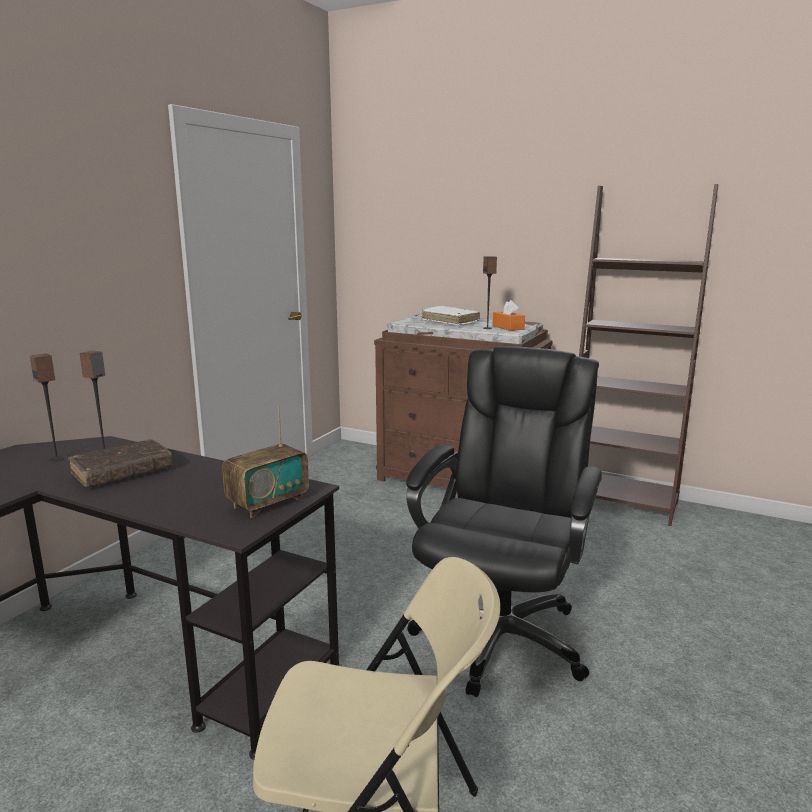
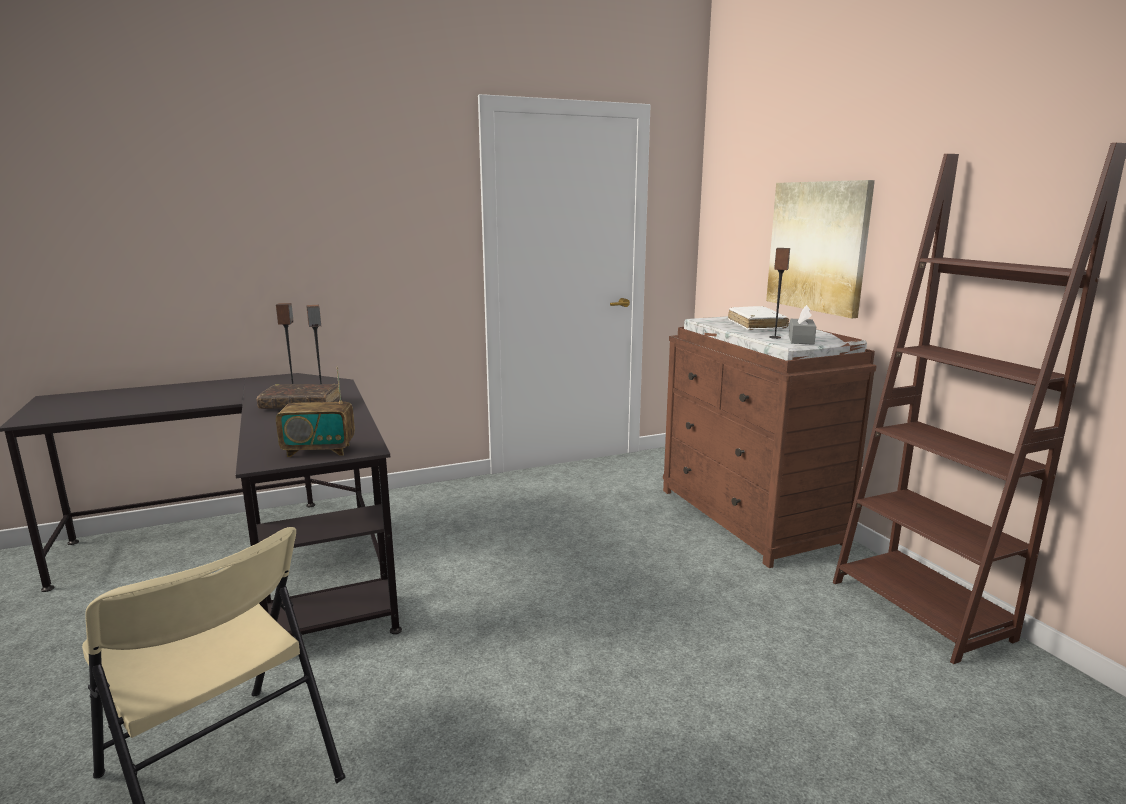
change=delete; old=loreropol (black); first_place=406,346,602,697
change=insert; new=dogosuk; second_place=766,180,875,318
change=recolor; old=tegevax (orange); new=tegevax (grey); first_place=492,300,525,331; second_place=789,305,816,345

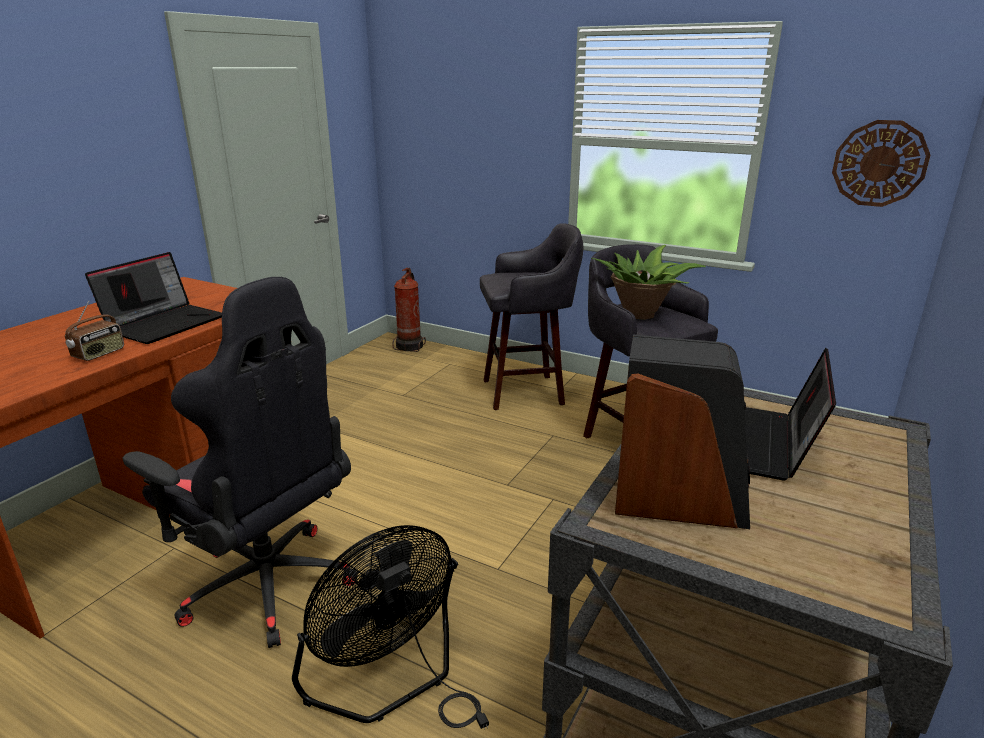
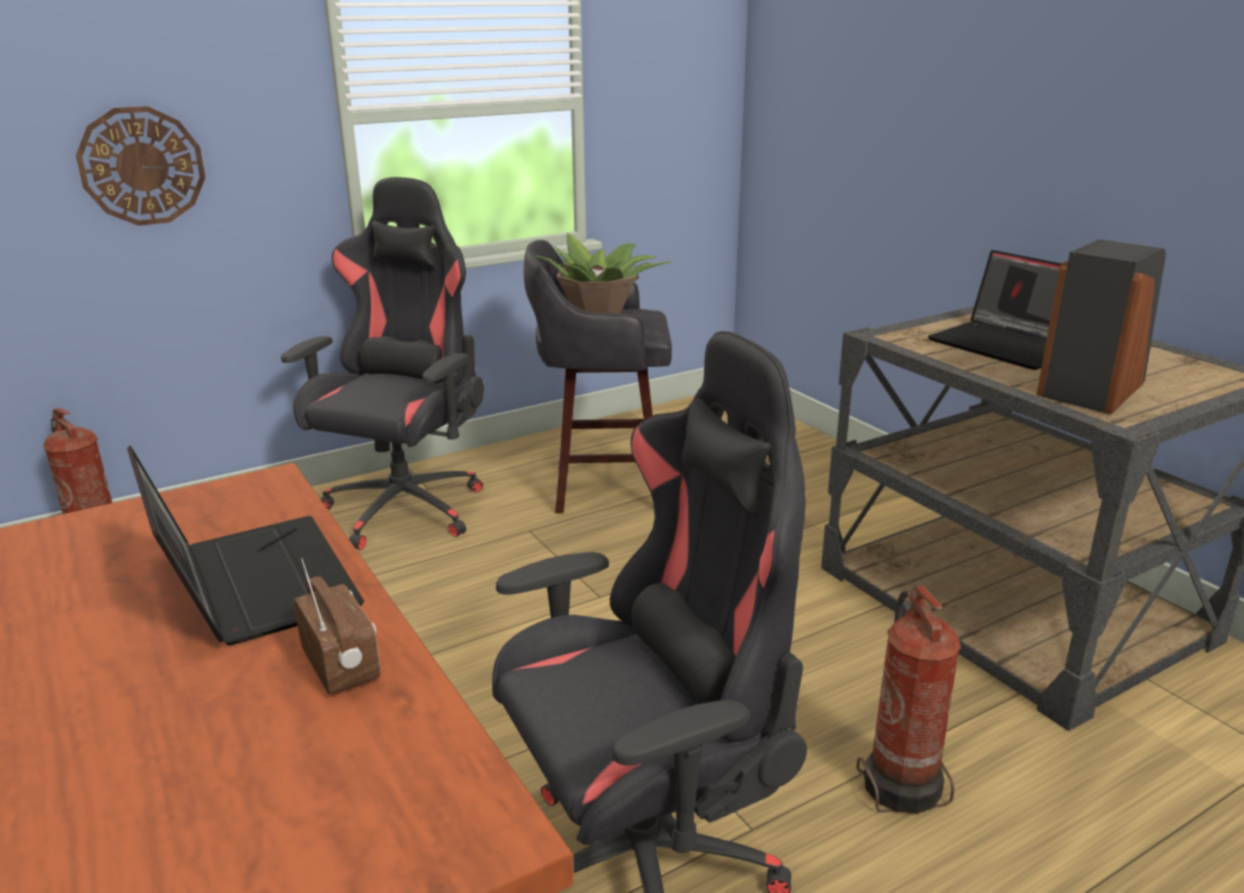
change=move; old=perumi; first_place=832,120,931,207; second_place=76,106,206,226
change=replace; old=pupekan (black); new=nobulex; first_place=292,525,489,729; second_place=856,586,961,814
change=replace; old=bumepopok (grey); new=loreropol (black); first_place=480,224,583,410; second_place=281,177,484,550

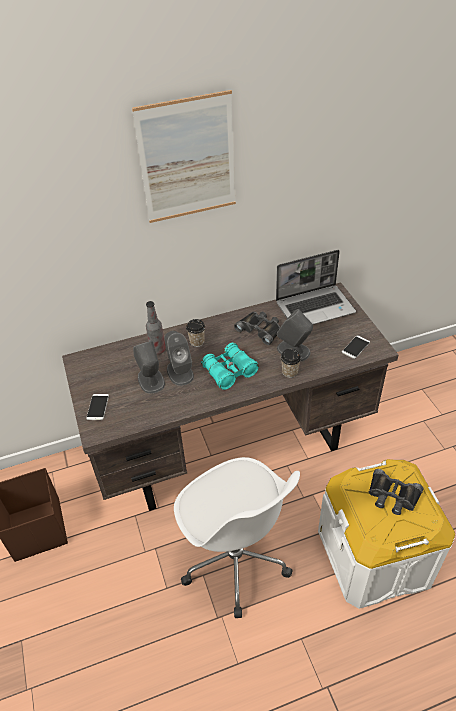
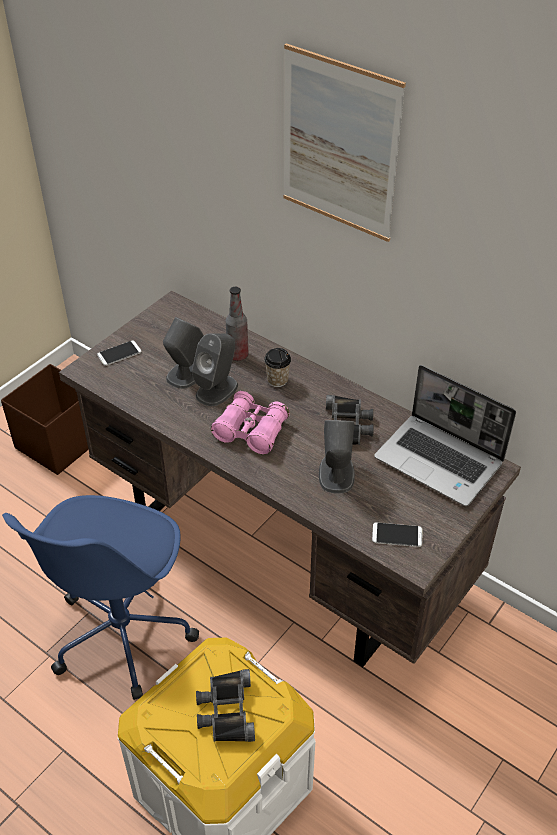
change=delete; old=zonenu; first_place=281,349,301,378
change=recolor; old=loreropol (white); new=loreropol (blue); first_place=174,457,300,618; second_place=2,495,199,700
change=recolor; old=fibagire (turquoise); new=fibagire (pink); first_place=201,342,259,390; second_place=211,391,290,454

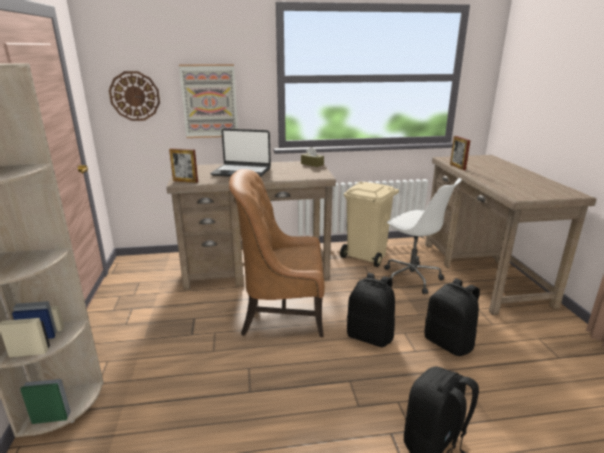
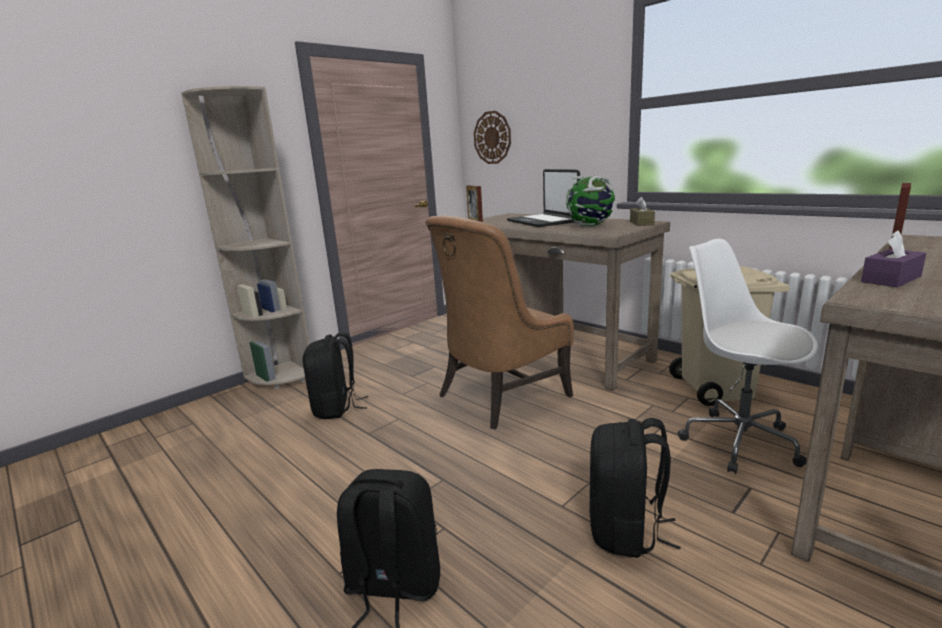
change=delete; old=dogosuk; first_place=179,64,238,138
change=insert; new=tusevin; second_place=566,175,615,226
change=insert; new=tegevax (purple); second_place=861,231,926,287
change=move; old=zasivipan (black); first_place=347,273,395,347; second_place=302,332,368,419
change=rotate; old=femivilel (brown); first_place=229,169,325,337; second_place=425,215,574,429; degrees=-90
change=rotate; old=loreropol (white); first_place=384,178,462,294; second_place=678,239,818,474; degrees=135

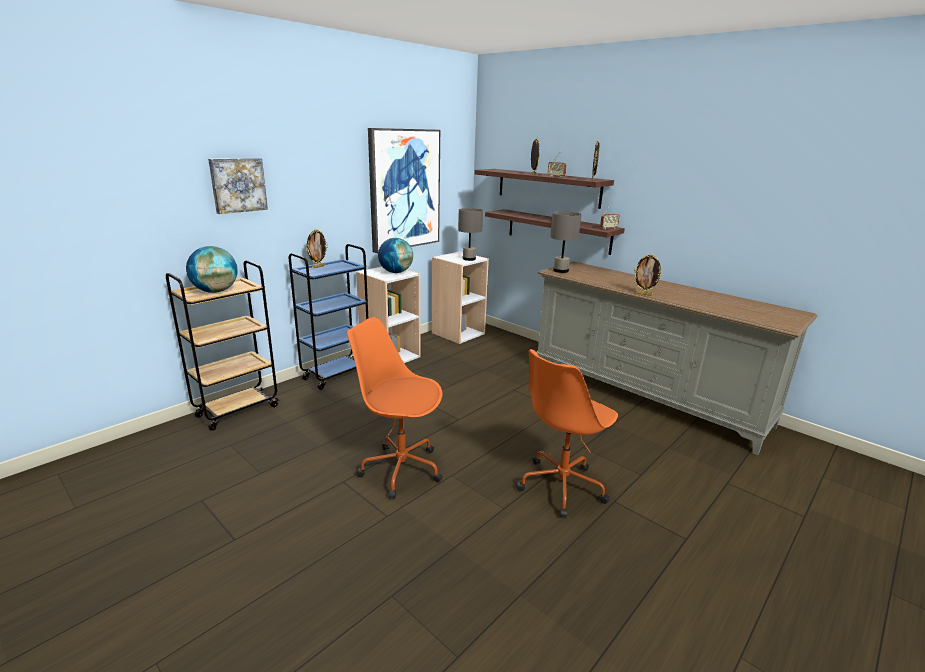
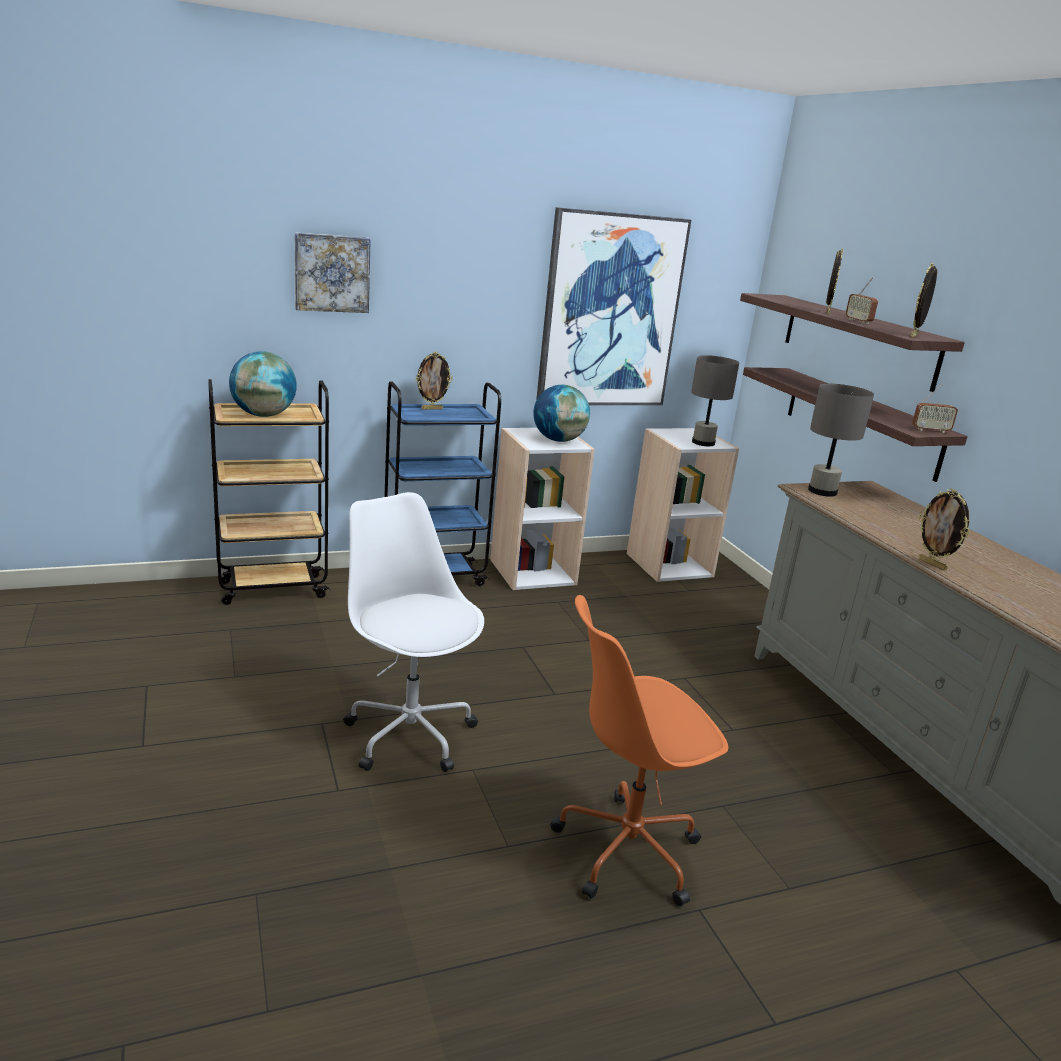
change=recolor; old=loreropol (orange); new=loreropol (white); first_place=347,317,443,499; second_place=343,492,484,772

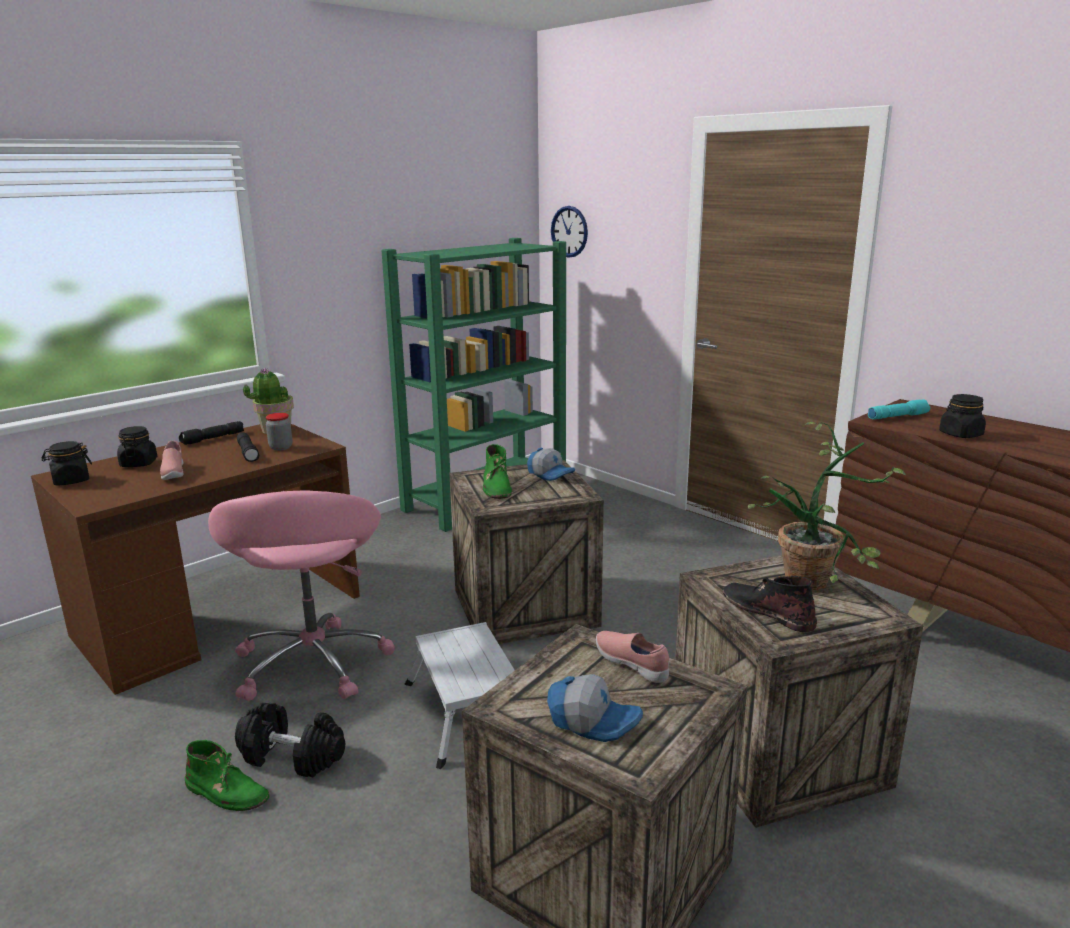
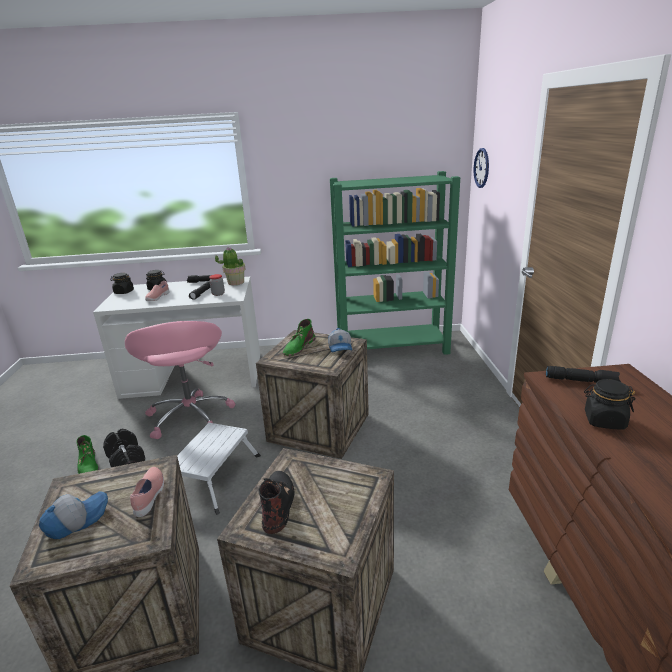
change=delete; old=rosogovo; first_place=748,422,906,590
change=recolor; old=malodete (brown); new=malodete (white); first_place=31,424,360,695; second_place=93,277,260,399
change=recolor; old=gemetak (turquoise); new=gemetak (black); first_place=868,399,930,419; second_place=546,366,621,383
change=rotate; old=loreropol (pink); first_place=208,490,395,701; second_place=125,321,236,439; degrees=-45
change=rotate; old=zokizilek; first_place=547,674,643,742; second_place=39,491,108,539; degrees=-105

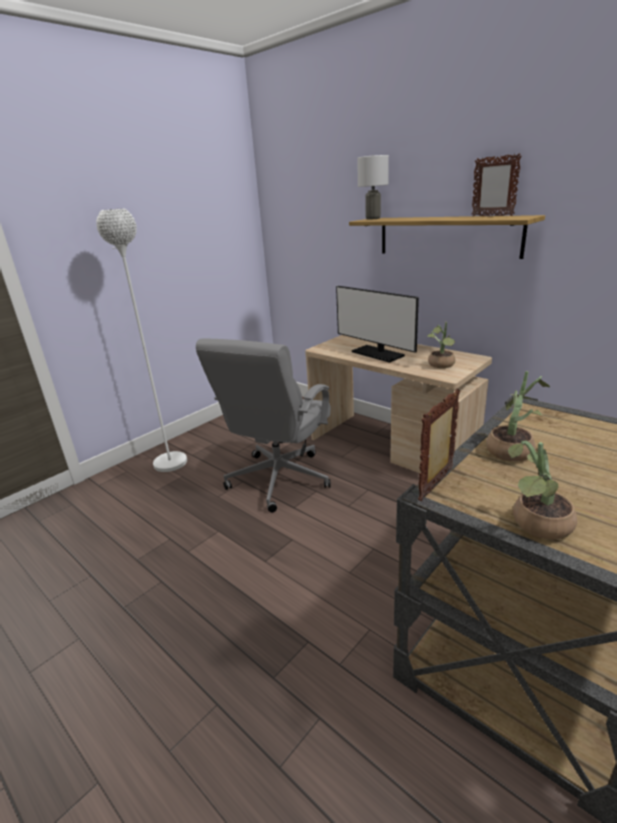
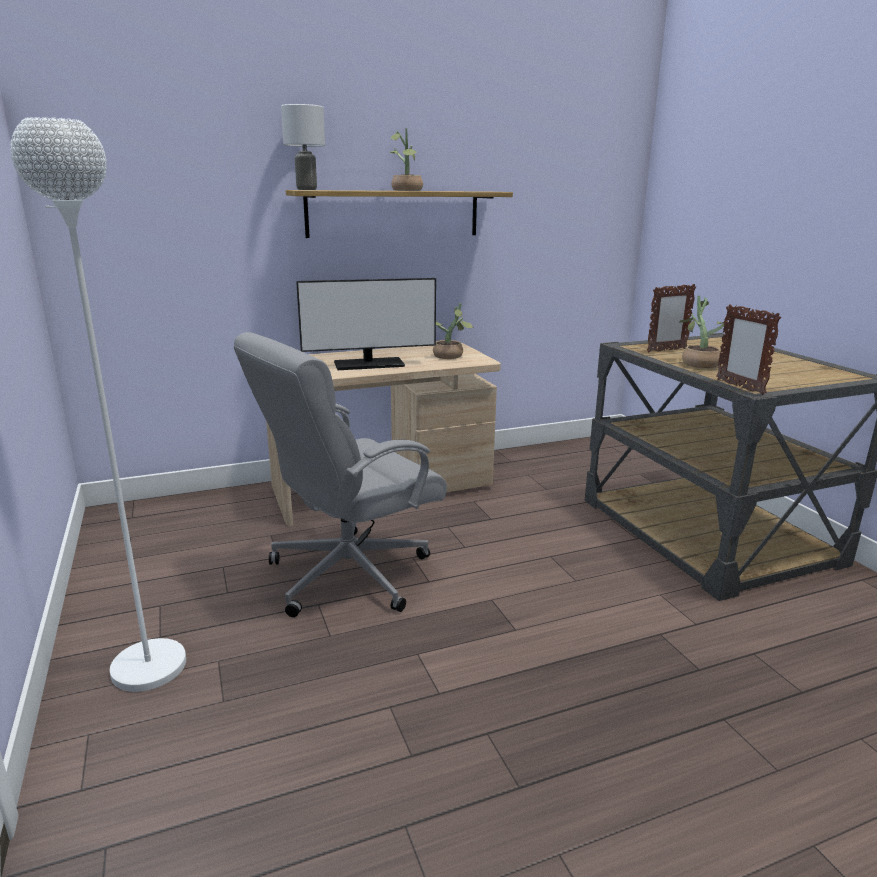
change=move; old=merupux; first_place=472,153,522,216; second_place=647,284,696,352
change=move; old=rosogovo; first_place=508,441,577,540; second_place=389,128,423,191
change=rotate; old=loreropol (grey); first_place=196,338,331,512; second_place=234,332,447,617; degrees=90

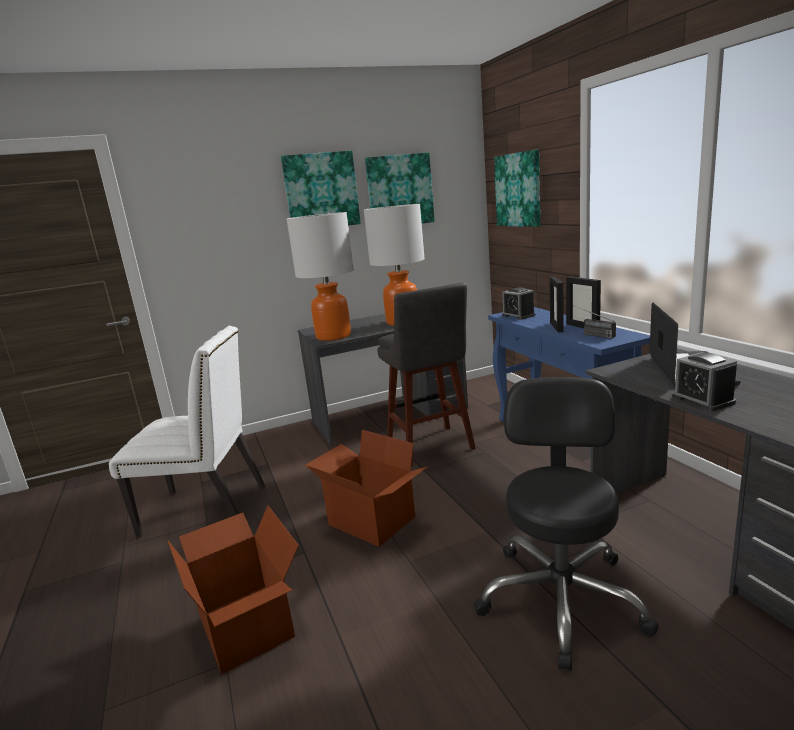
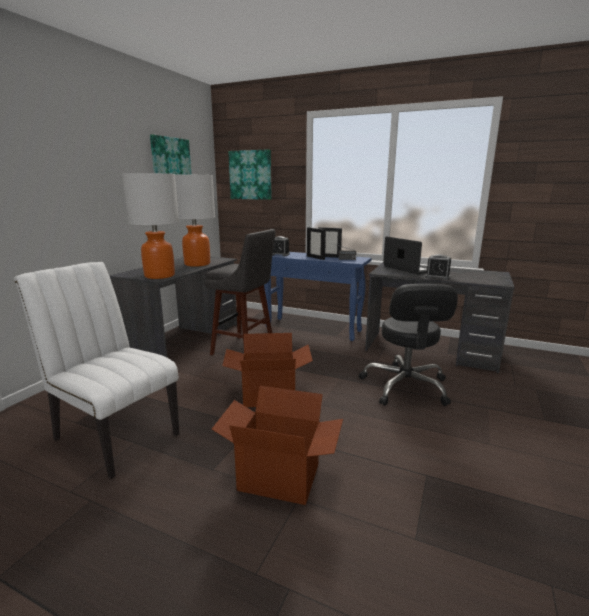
change=delete; old=dogosuk; first_place=281,150,361,226
change=rotate; old=femivilel (white); first_place=109,326,265,538; second_place=14,262,179,479; degrees=-105
change=rotate; old=loreropol (black); first_place=474,377,659,671; second_place=359,284,458,406; degrees=-150

